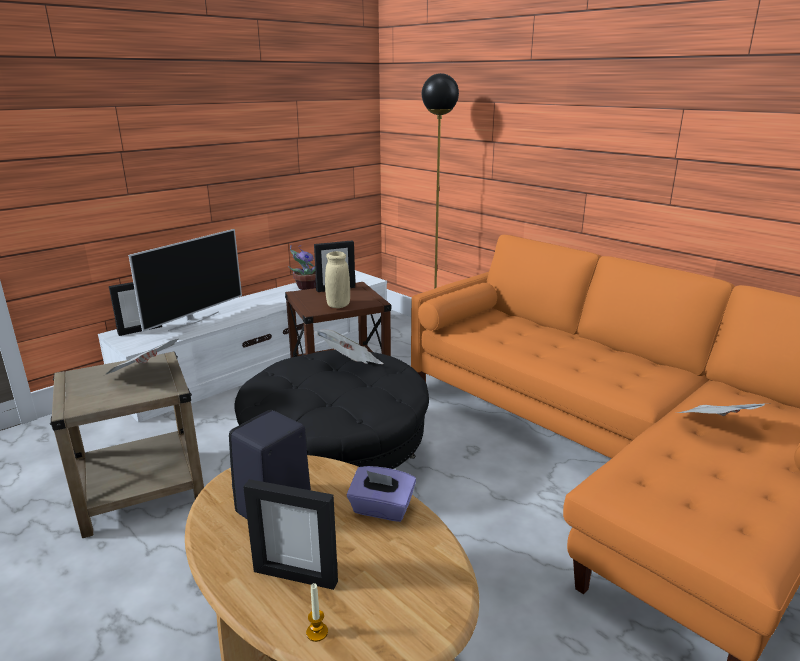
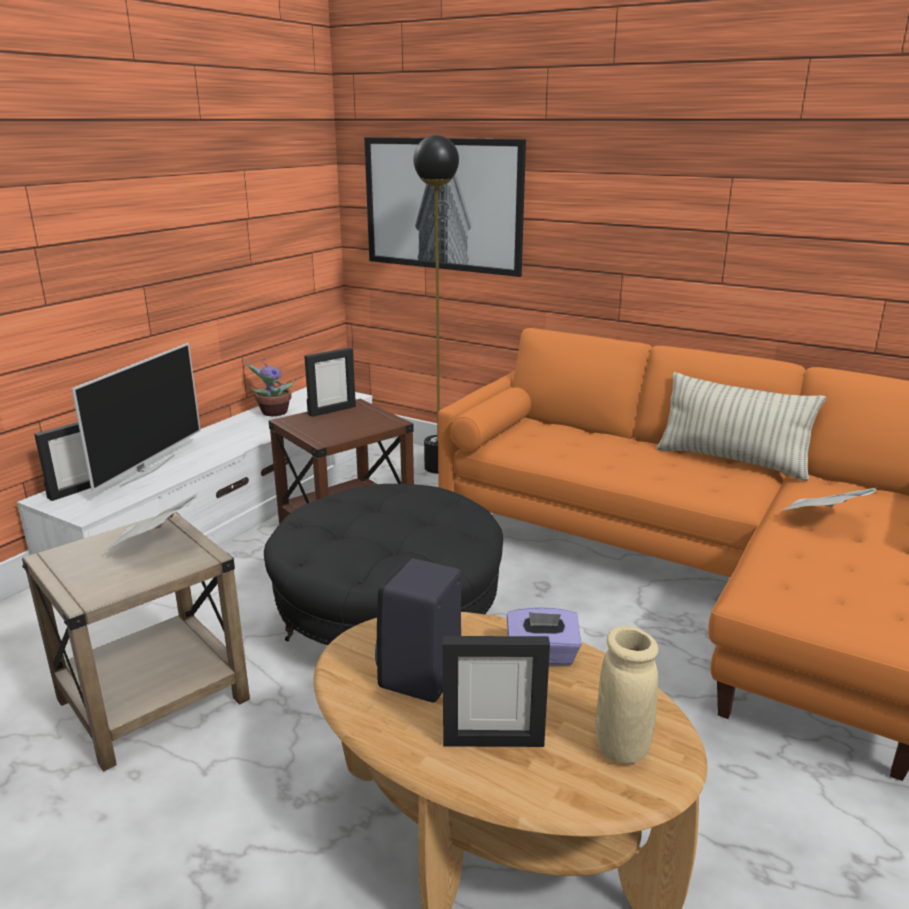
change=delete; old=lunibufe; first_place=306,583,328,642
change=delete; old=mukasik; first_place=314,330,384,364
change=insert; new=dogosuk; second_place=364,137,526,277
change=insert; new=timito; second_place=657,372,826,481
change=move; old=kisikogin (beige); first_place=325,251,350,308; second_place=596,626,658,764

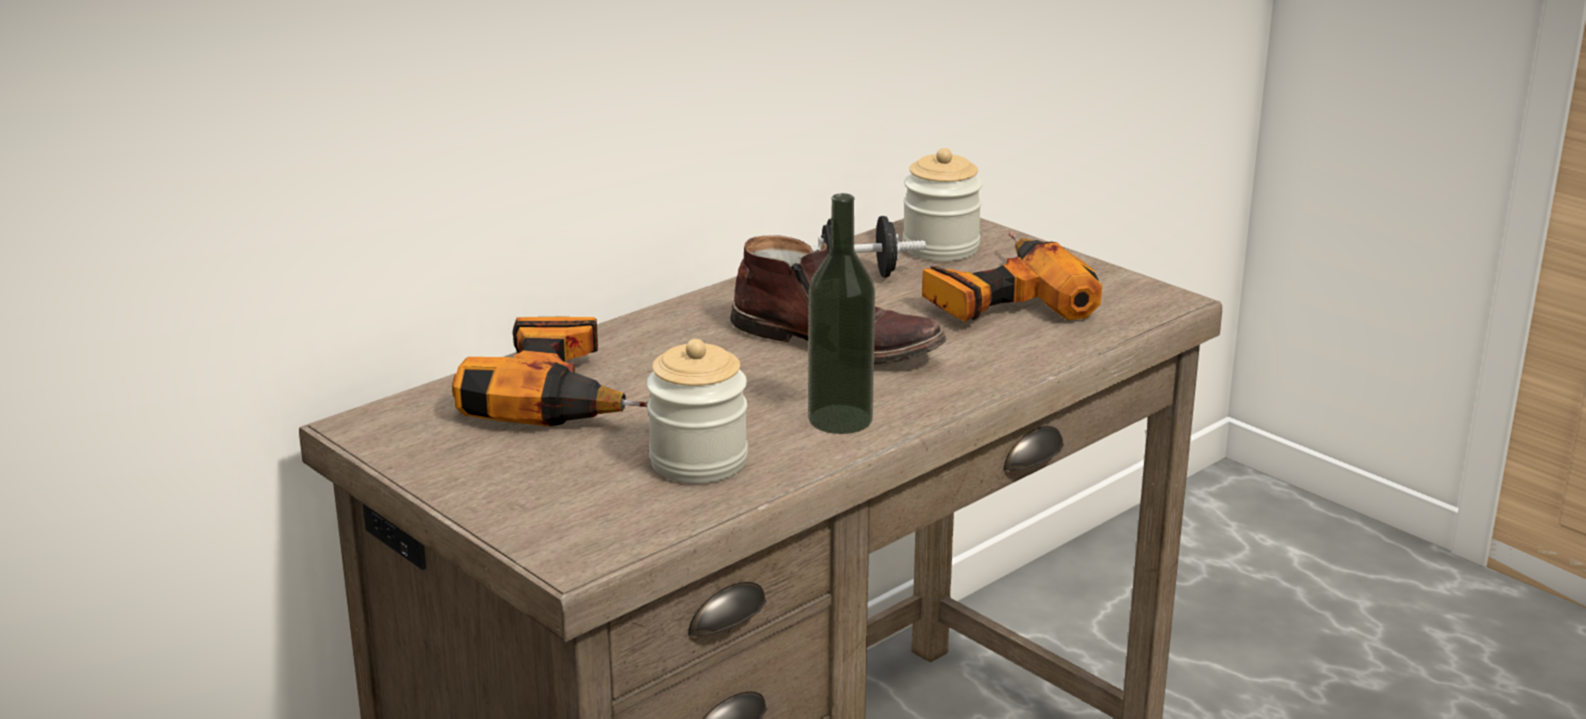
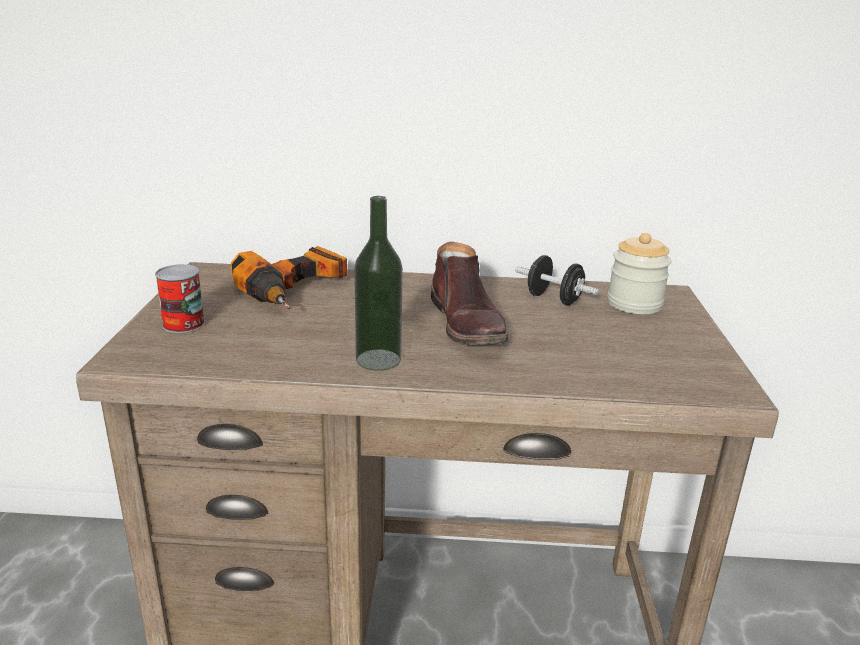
change=delete; old=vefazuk; first_place=646,339,748,483
change=delete; old=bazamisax; first_place=922,232,1102,322
change=insert; new=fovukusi; second_place=155,264,205,333

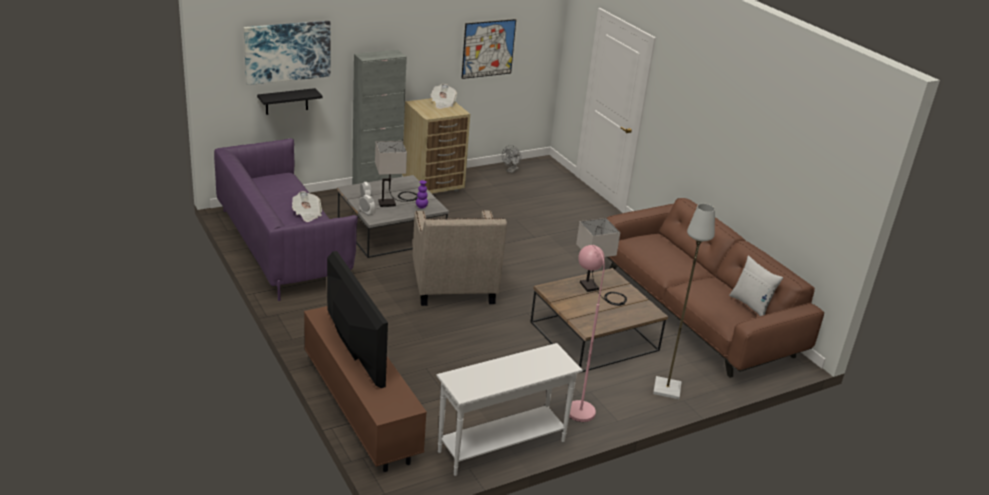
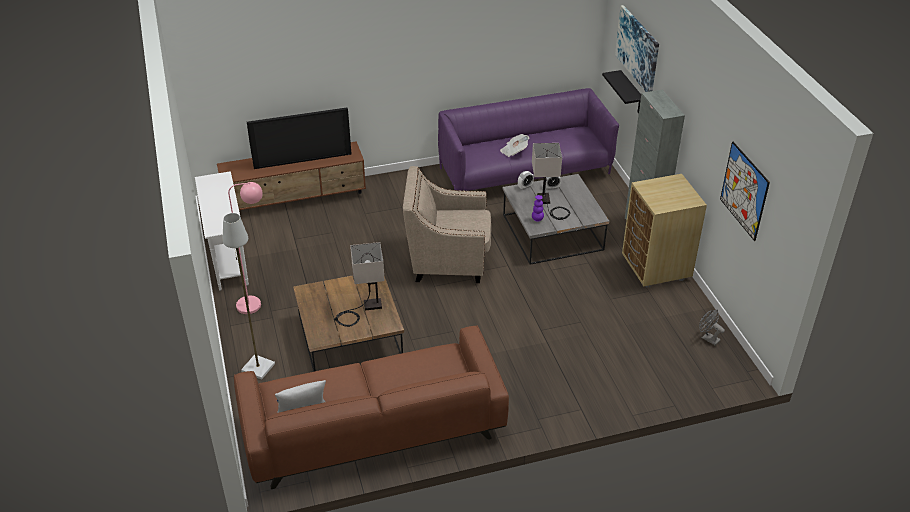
change=delete; old=mukasik; first_place=430,84,457,109

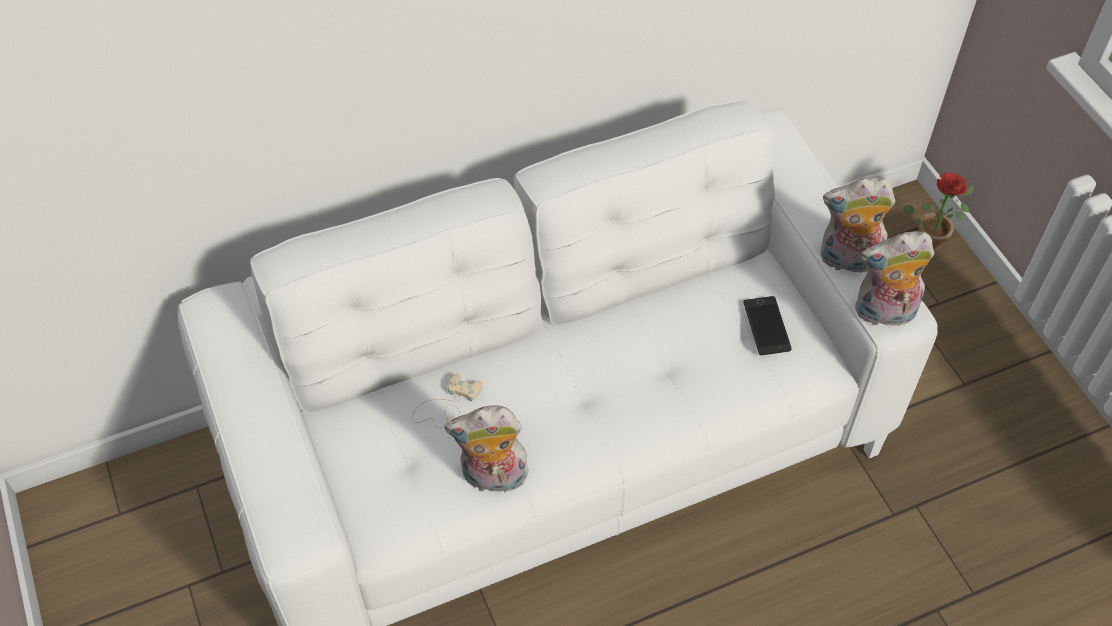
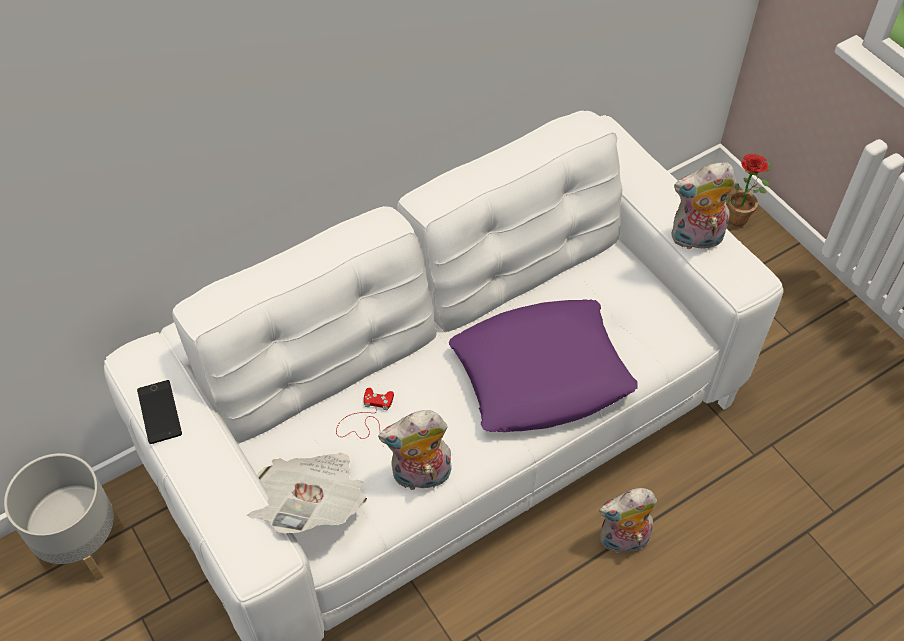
change=insert; new=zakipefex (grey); second_place=4,453,124,581
change=insert; new=mukasik; second_place=246,453,367,534
change=insert; new=timito (purple); second_place=449,299,637,432
change=move; old=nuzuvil; first_place=743,296,792,355; second_place=137,380,182,444
change=move; old=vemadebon; first_place=855,231,935,326; second_place=599,488,657,553
change=recolor; old=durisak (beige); new=durisak (red); first_place=412,374,483,428; second_place=336,388,394,439

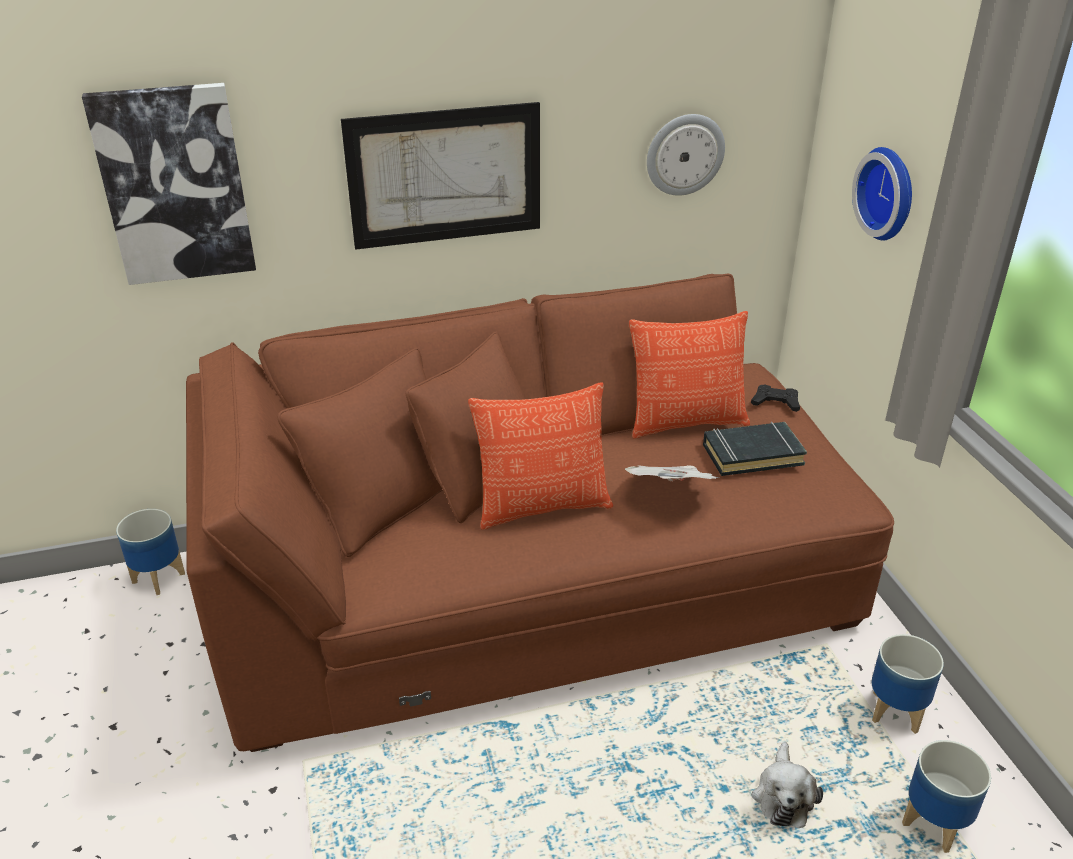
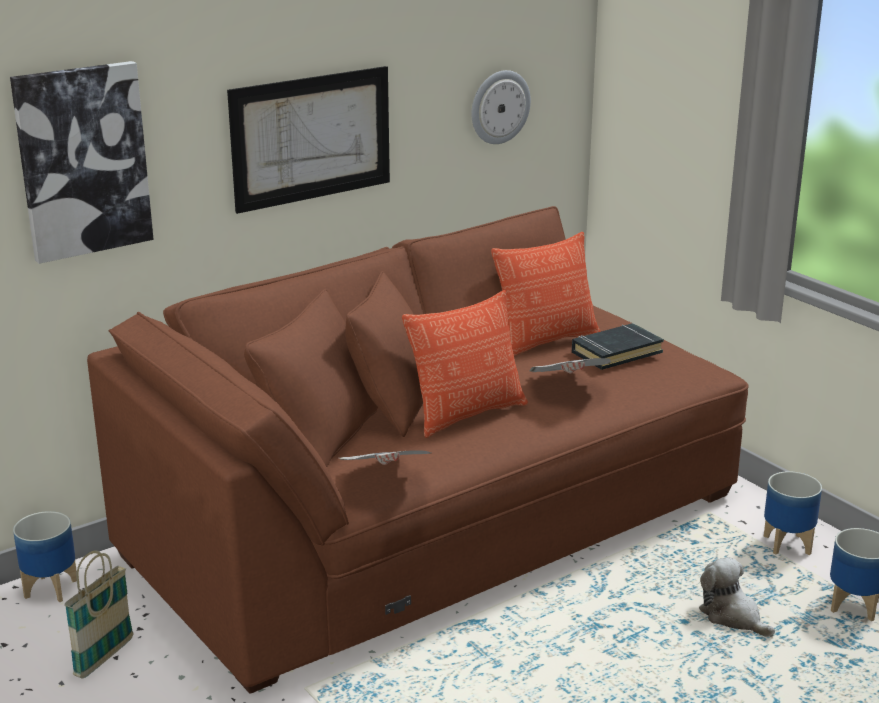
change=delete; old=durisak (black); first_place=751,385,800,412
change=delete; old=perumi; first_place=852,147,912,240
change=insert; new=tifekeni; second_place=64,551,133,678
change=insert; new=mukasik; second_place=339,450,431,465
change=rotate; old=vemadebon; first_place=751,742,823,828; second_place=699,557,775,637; degrees=150

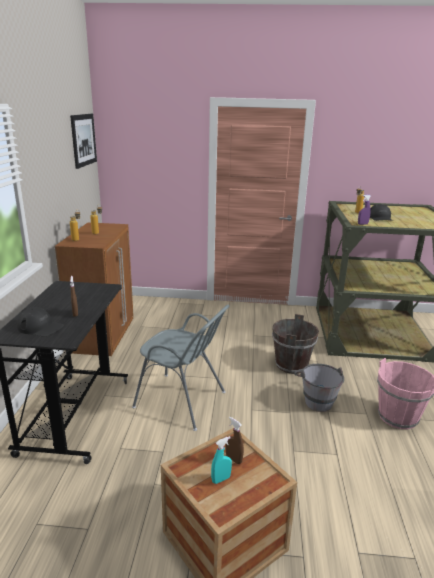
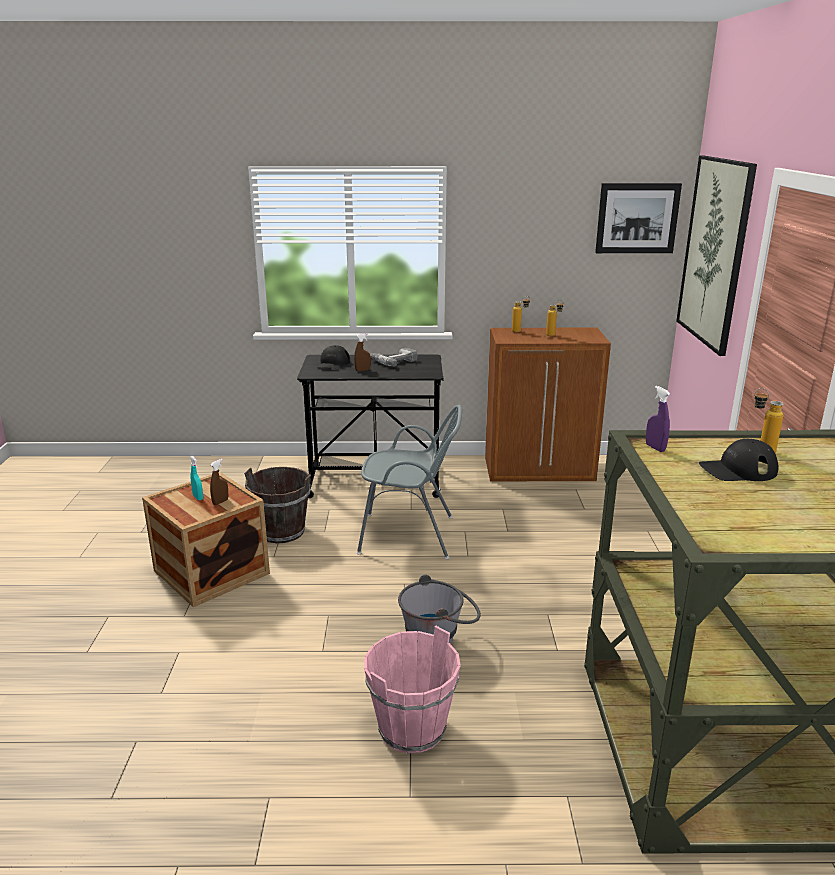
change=insert; new=bazamisax; second_place=370,348,417,367
change=insert; new=dogosuk; second_place=676,156,757,356
change=move; old=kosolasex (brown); first_place=272,314,319,374; second_place=244,467,311,543
change=rotate; old=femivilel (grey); first_place=132,305,229,431; second_place=356,405,462,559; degrees=-105

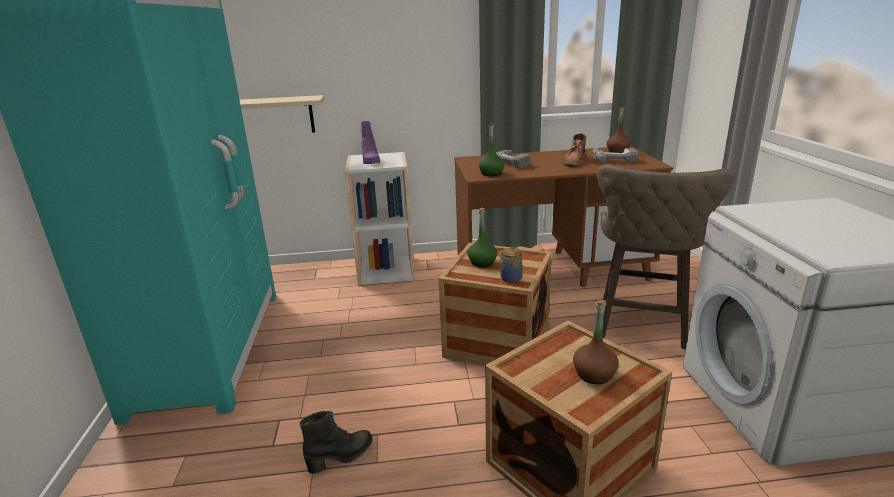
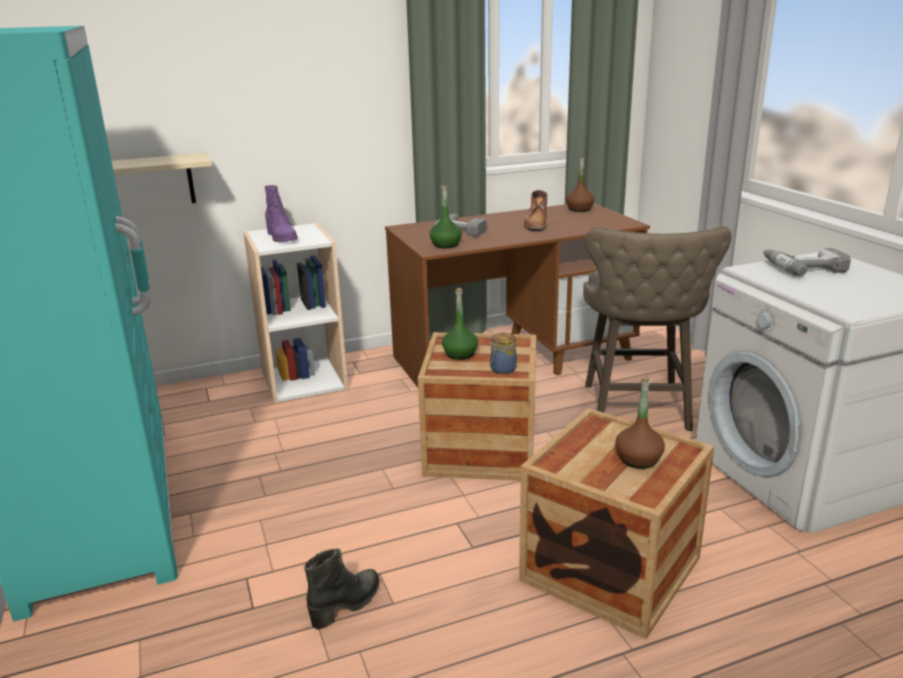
change=move; old=bazamisax; first_place=593,148,638,163; second_place=763,248,851,276

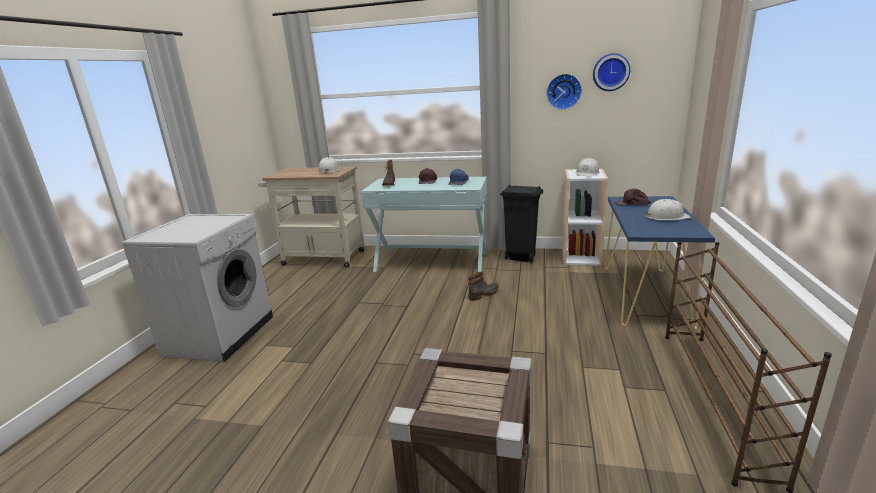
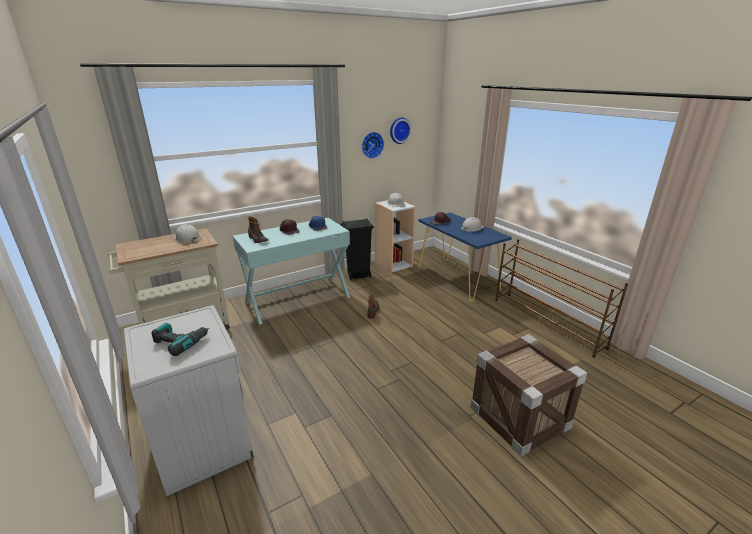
change=insert; new=bazamisax; second_place=152,323,209,356

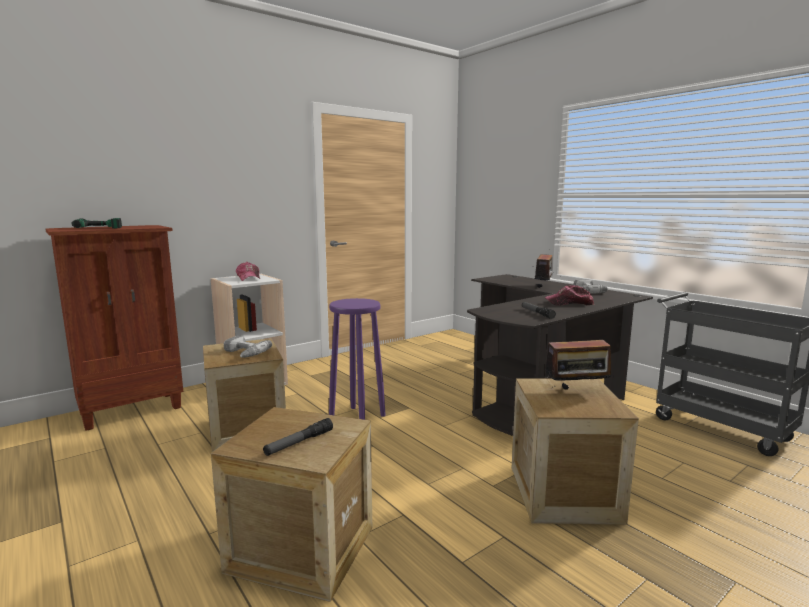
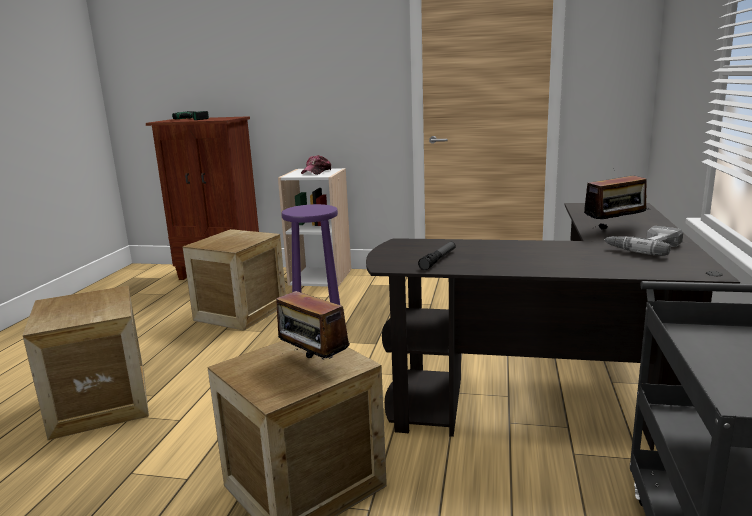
change=delete; old=bazamisax; first_place=224,336,272,358
change=delete; old=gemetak; first_place=263,418,333,456
change=delete; old=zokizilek; first_place=545,285,594,306

